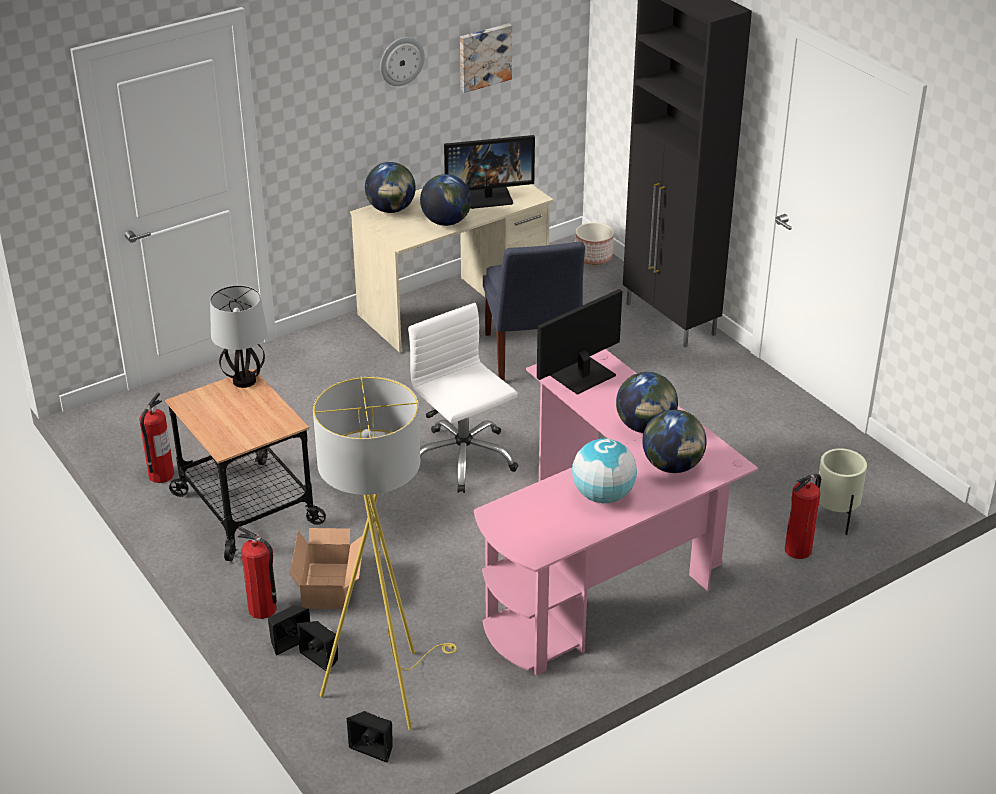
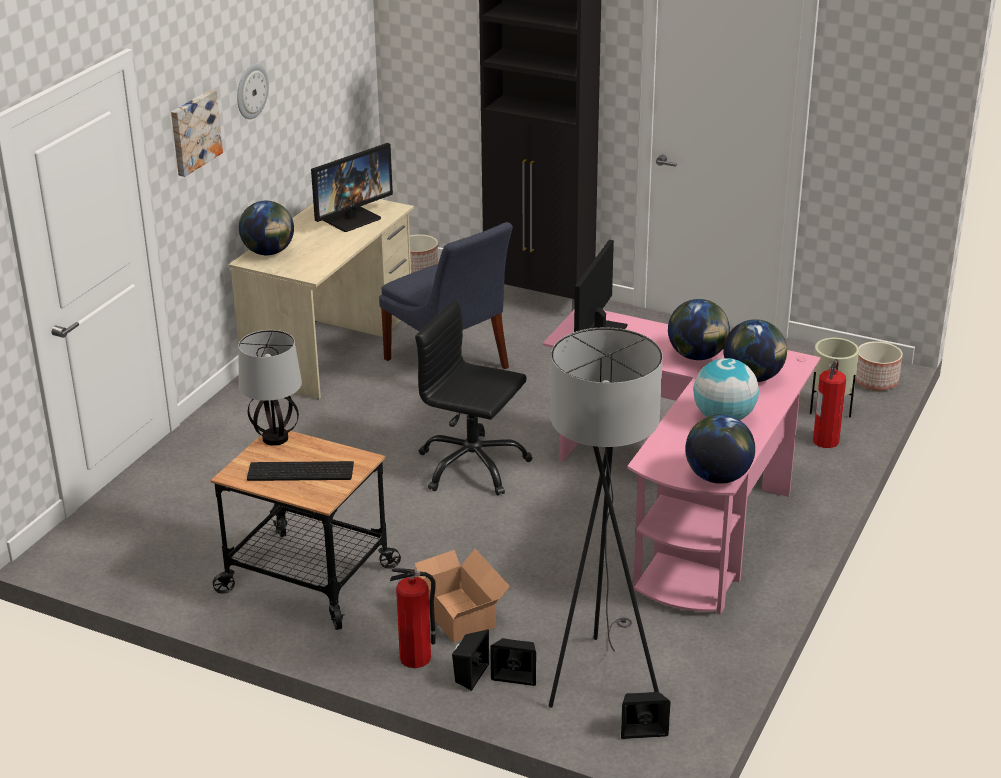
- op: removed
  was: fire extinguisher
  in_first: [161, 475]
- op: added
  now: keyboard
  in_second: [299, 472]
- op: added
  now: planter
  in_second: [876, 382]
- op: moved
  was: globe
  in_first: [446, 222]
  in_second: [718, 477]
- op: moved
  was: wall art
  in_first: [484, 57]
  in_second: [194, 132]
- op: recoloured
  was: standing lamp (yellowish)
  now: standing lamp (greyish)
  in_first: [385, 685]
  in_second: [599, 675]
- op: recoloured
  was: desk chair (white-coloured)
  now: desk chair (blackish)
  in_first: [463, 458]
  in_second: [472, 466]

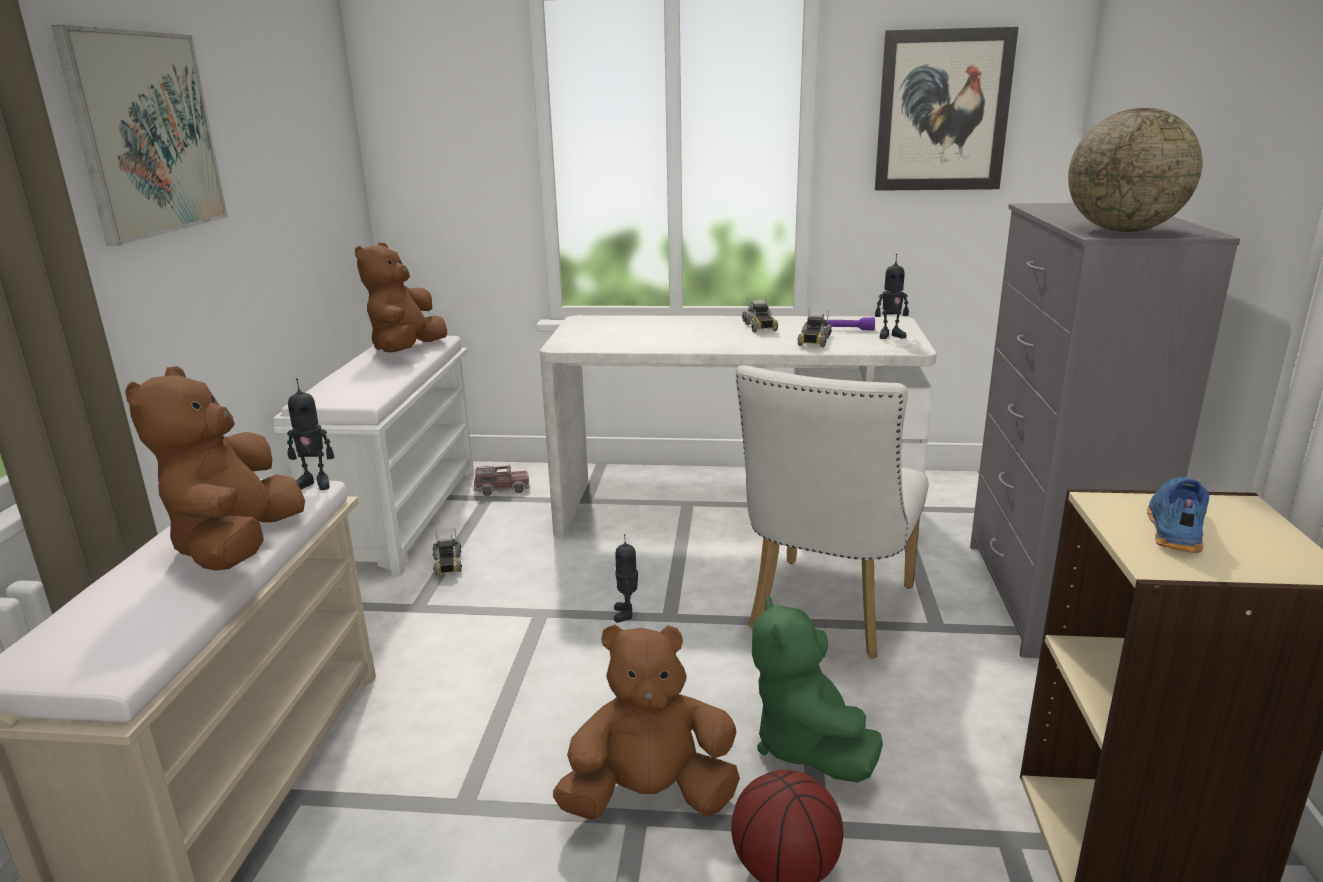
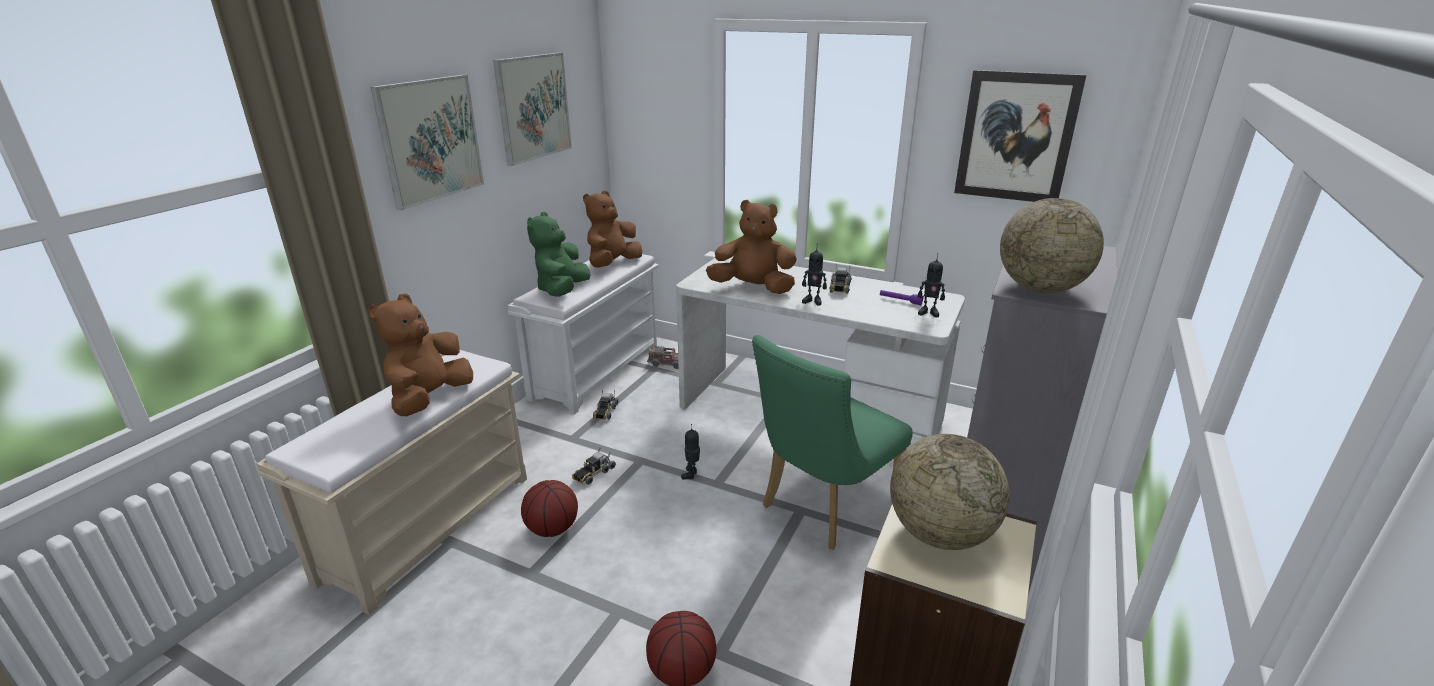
- op: added
  now: wall art
  in_second: [533, 107]
- op: added
  now: basketball ball
  in_second: [552, 528]
- op: moved
  was: robot figure
  in_first: [315, 484]
  in_second: [813, 301]
- op: moved
  was: plush toy (brown)
  in_first: [650, 797]
  in_second: [753, 288]
- op: moved
  was: plush toy (greenish)
  in_first: [806, 745]
  in_second: [562, 290]
- op: moved
  was: model truck
  in_first: [813, 341]
  in_second: [593, 474]
- op: replaced
  was: item of footwear (blue)
  now: globe
  in_first: [1173, 526]
  in_second: [939, 534]
- op: recoloured
  was: chair (white-coloured)
  now: chair (greenish)
  in_first: [826, 614]
  in_second: [822, 508]

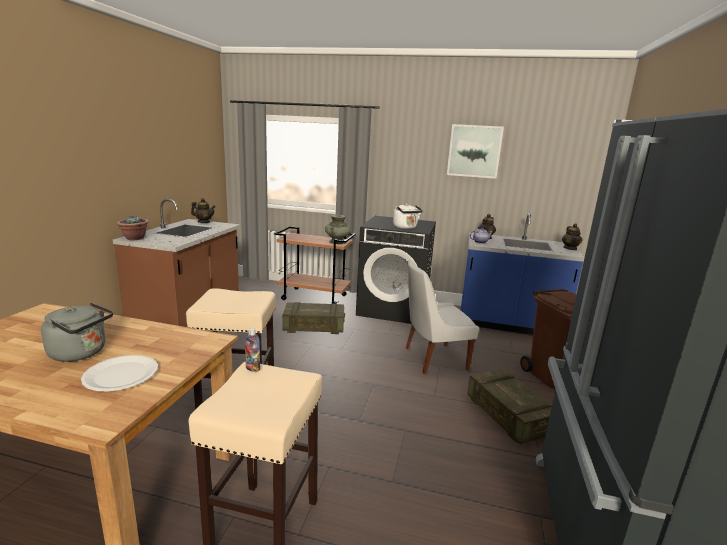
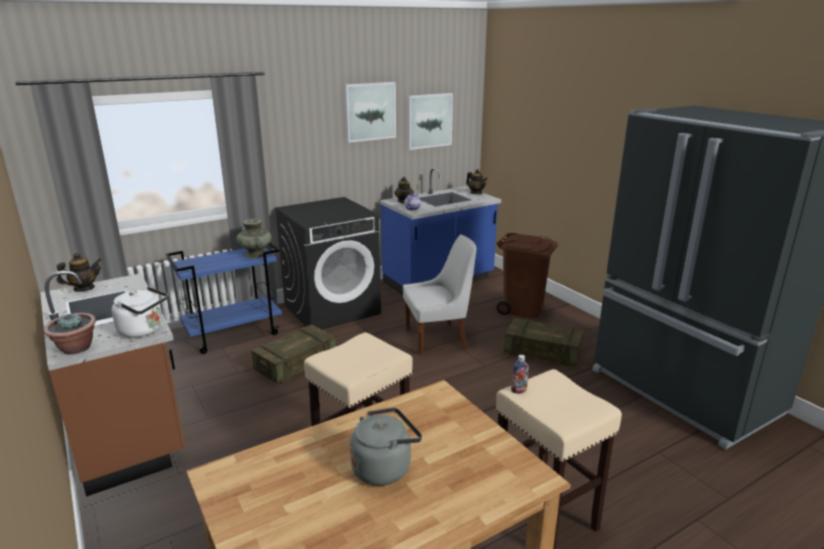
- op: removed
  was: dinner plate (white-coloured)
  in_first: [121, 374]
- op: added
  now: wall art
  in_second: [429, 121]
- op: moved
  was: water kettle (white-coloured)
  in_first: [405, 228]
  in_second: [144, 330]
- op: recoloured
  was: trolley (brown)
  now: trolley (blue)
  in_first: [315, 297]
  in_second: [234, 334]
- op: turned
  was: chair (white-coloured)
  in_first: [432, 359]
  in_second: [438, 338]
  clockwise: -135

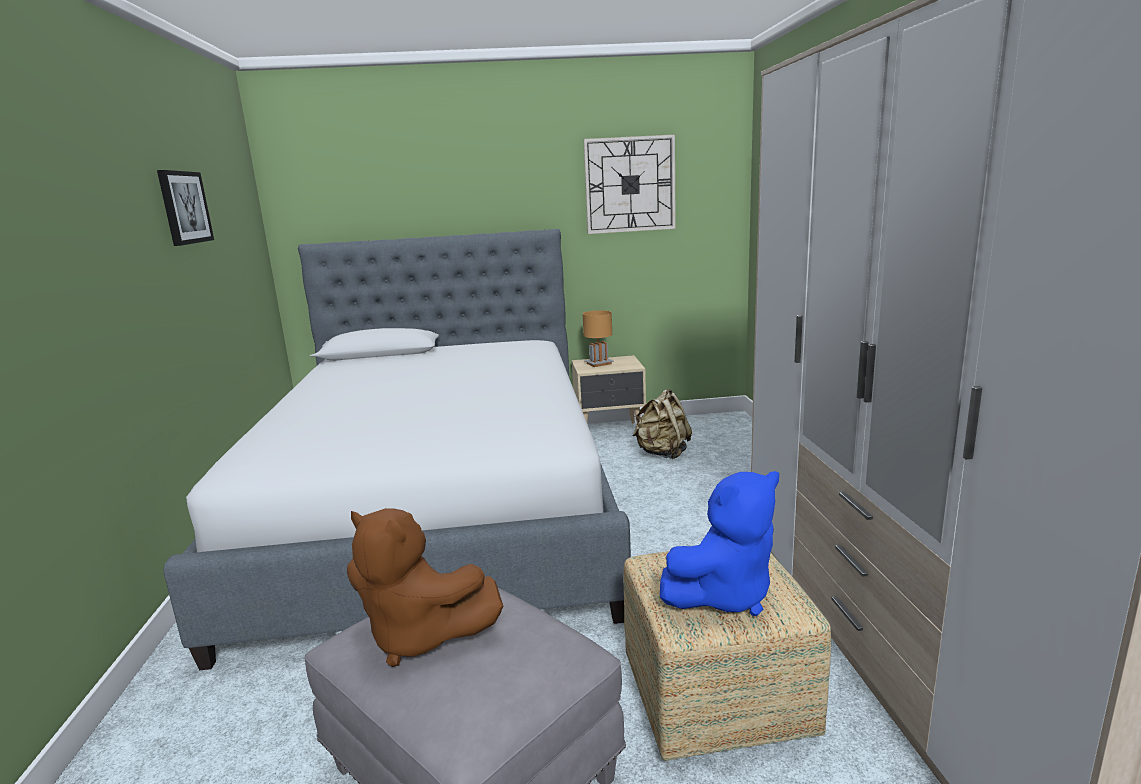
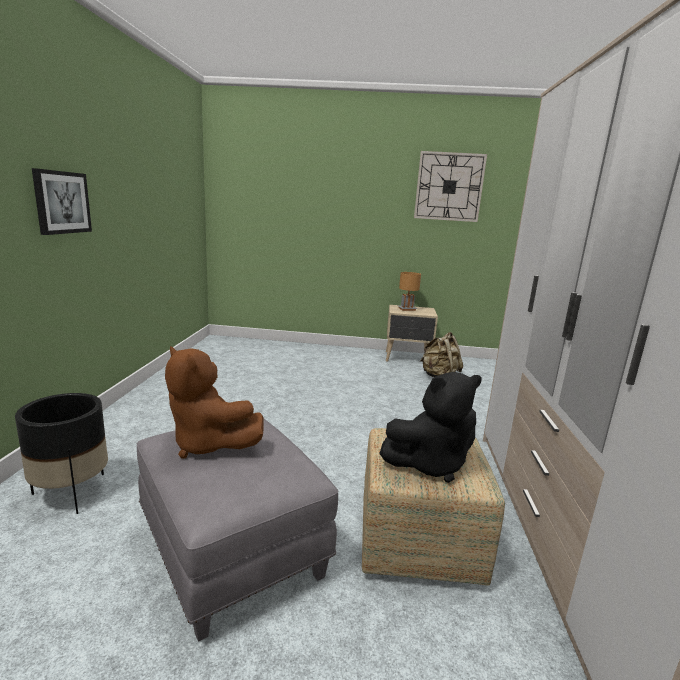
- op: removed
  was: sleeping bed
  in_first: [441, 511]
- op: added
  now: planter (blackish)
  in_second: [71, 493]
- op: moved
  was: wall art
  in_first: [184, 207]
  in_second: [61, 202]
- op: recoloured
  was: plush toy (blue)
  now: plush toy (blackish)
  in_first: [724, 595]
  in_second: [430, 464]

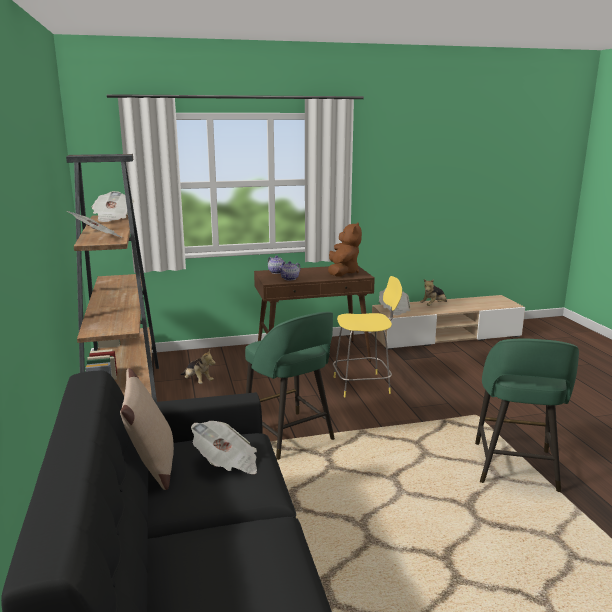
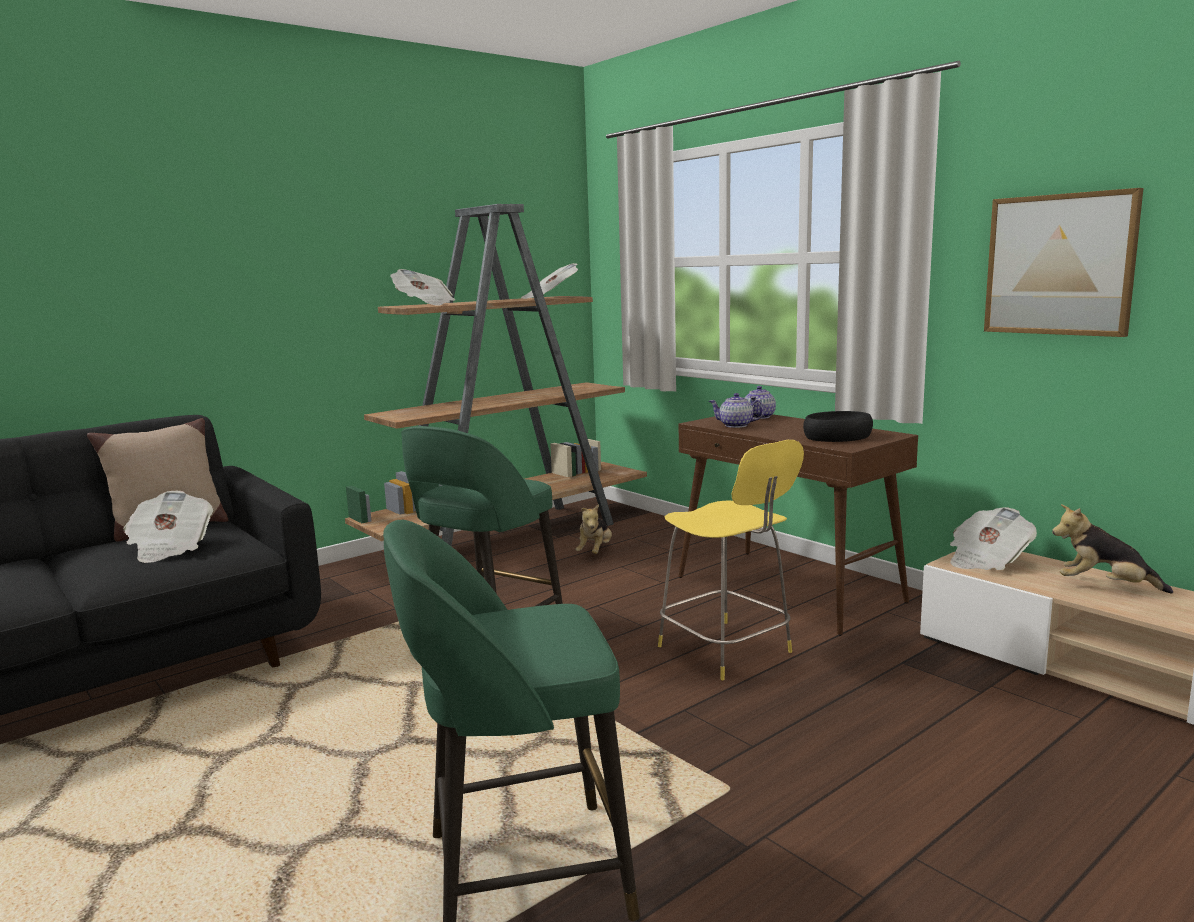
- op: added
  now: wall art
  in_second: [1059, 264]
- op: replaced
  was: plush toy (brown)
  now: serving bowl (blackish)
  in_first: [343, 272]
  in_second: [837, 437]

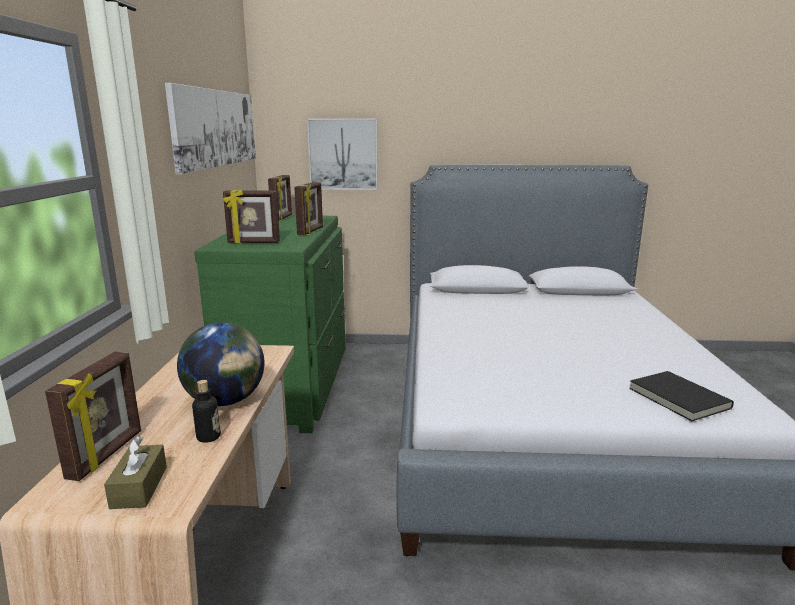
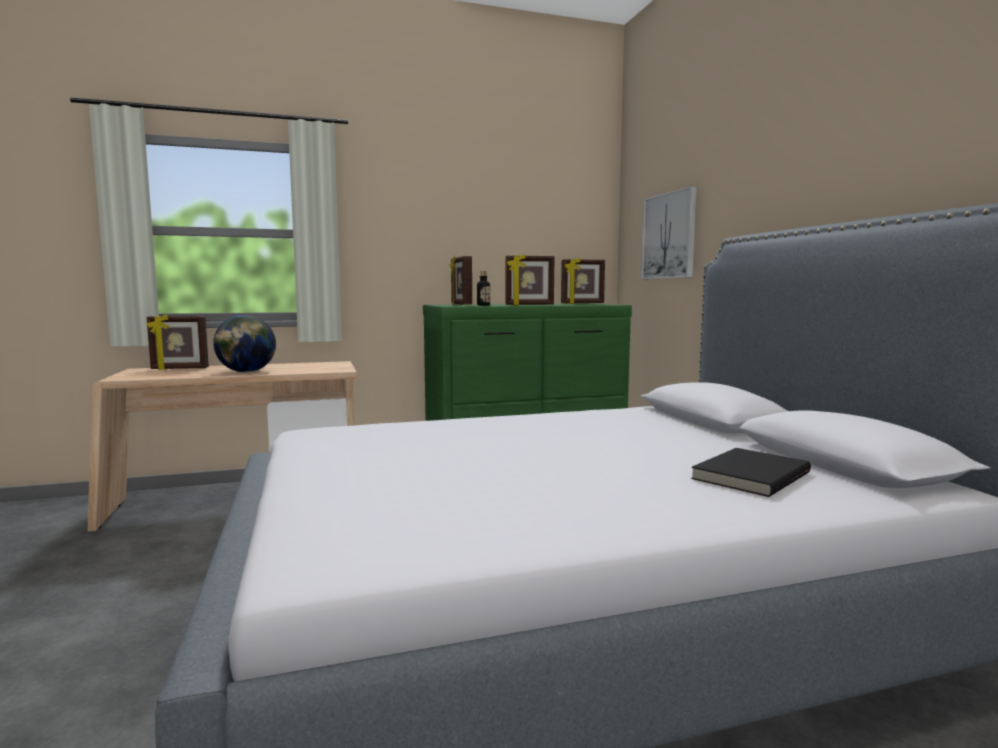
- op: removed
  was: box of tissues (brown)
  in_first: [139, 487]
- op: removed
  was: wall art
  in_first: [216, 128]
- op: moved
  was: bottle
  in_first: [208, 437]
  in_second: [483, 305]
- op: moved
  was: book (blackish)
  in_first: [677, 398]
  in_second: [748, 475]

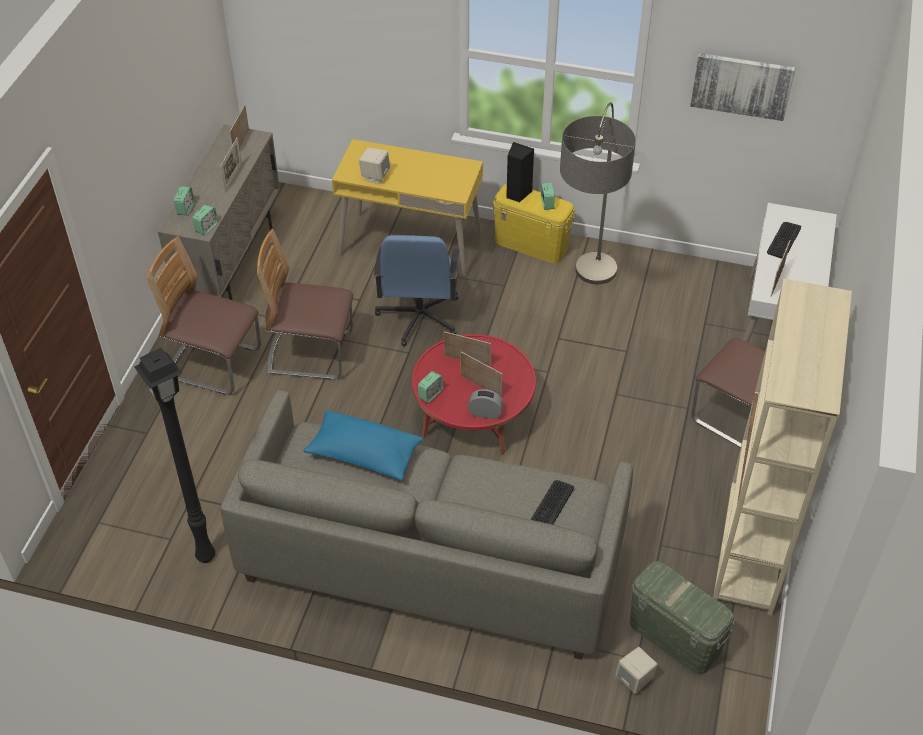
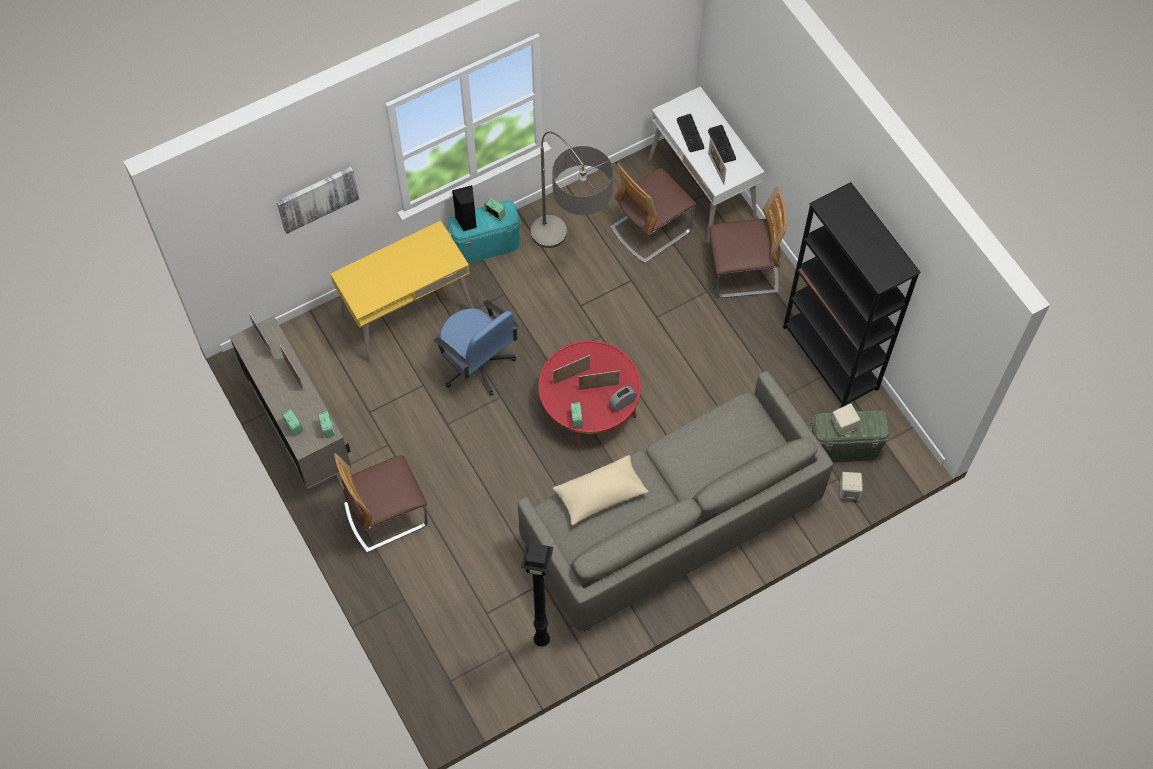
- op: moved
  was: chair
  in_first: [311, 353]
  in_second: [651, 229]
- op: moved
  was: audio speaker (beige-coloured)
  in_first: [375, 176]
  in_second: [843, 425]
- op: moved
  was: keyboard
  in_first: [551, 505]
  in_second: [721, 144]
- op: moved
  was: wall art
  in_first: [742, 85]
  in_second: [317, 198]
- op: recoloured
  was: throw pillow (blue)
  now: throw pillow (beige-coloured)
  in_first: [364, 454]
  in_second: [600, 495]
- op: recoloured
  was: storage bin (yellowish)
  now: storage bin (blue-green)
  in_first: [532, 244]
  in_second: [486, 245]
- op: recoloured
  was: shelving unit (beige-coloured)
  now: shelving unit (blackish)
  in_first: [750, 550]
  in_second: [830, 358]

